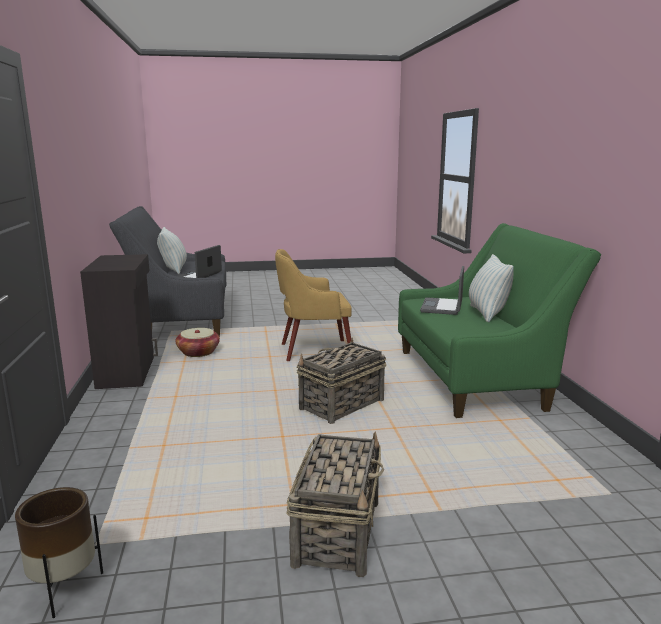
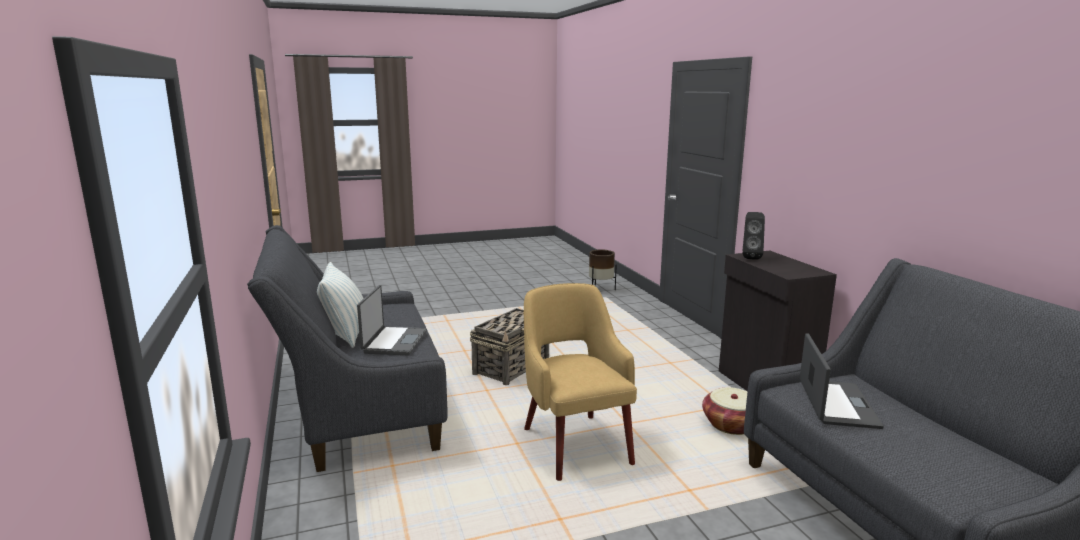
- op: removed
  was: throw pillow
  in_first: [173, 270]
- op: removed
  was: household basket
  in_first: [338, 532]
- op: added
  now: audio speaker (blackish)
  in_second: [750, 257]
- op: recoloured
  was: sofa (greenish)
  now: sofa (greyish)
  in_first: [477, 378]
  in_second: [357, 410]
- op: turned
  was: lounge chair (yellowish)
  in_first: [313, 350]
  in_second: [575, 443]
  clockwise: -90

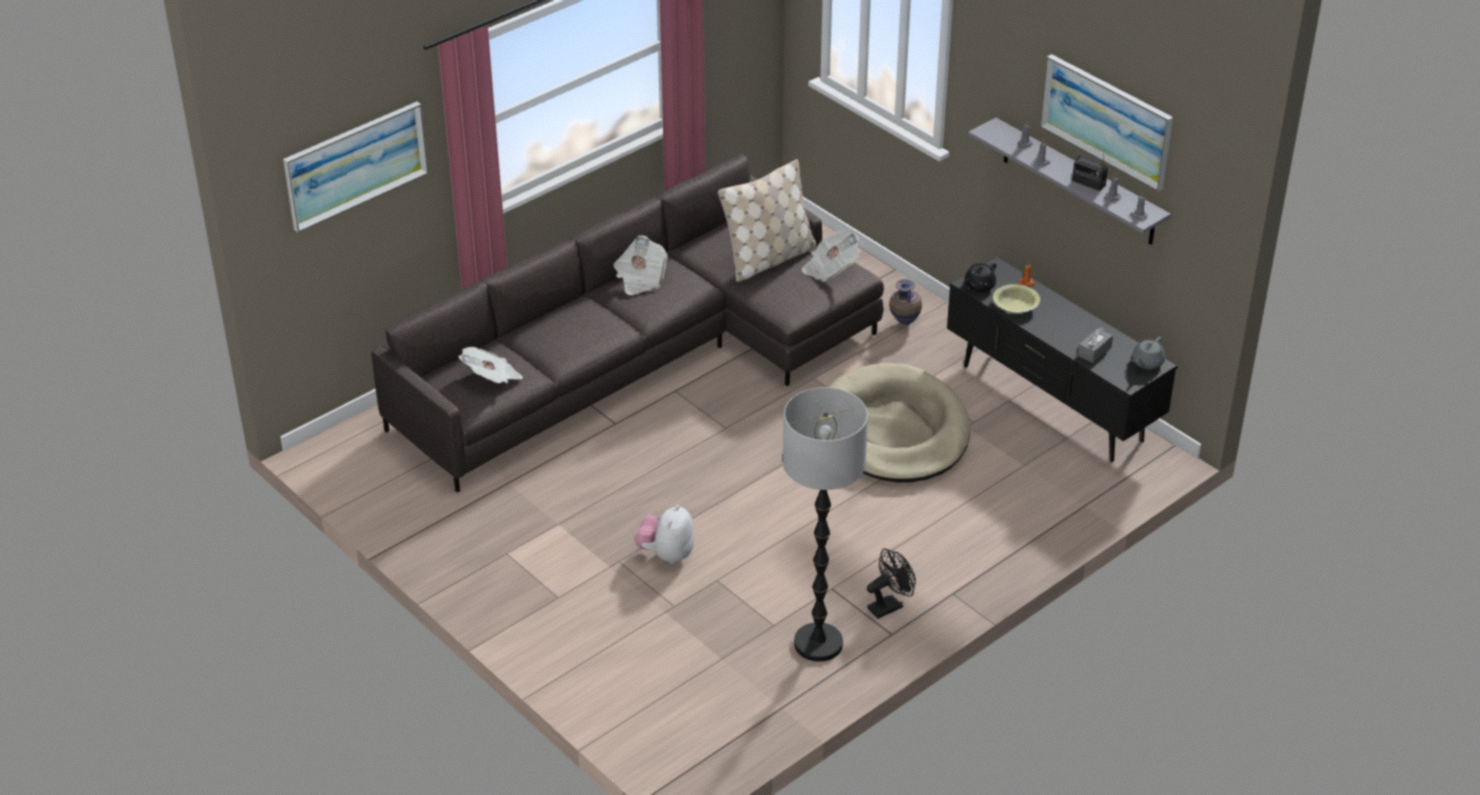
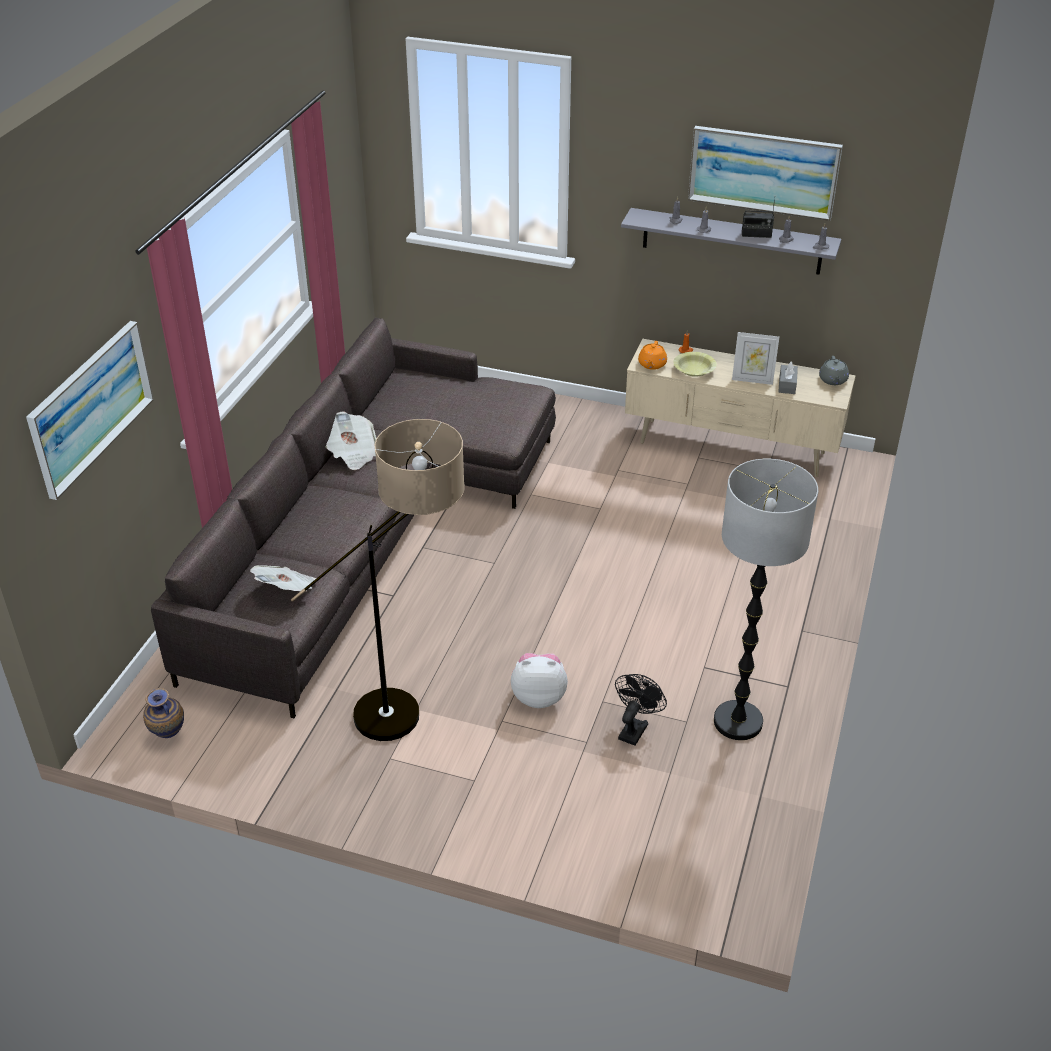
- op: removed
  was: throw pillow (beige-coloured)
  in_first: [768, 259]
- op: removed
  was: daily paper
  in_first: [830, 268]
- op: removed
  was: dog cushion (beige-coloured)
  in_first: [893, 431]
- op: added
  now: standing lamp
  in_second: [413, 712]
- op: added
  now: standing frame
  in_second: [752, 380]
- op: moved
  was: fan (blackish)
  in_first: [889, 605]
  in_second: [635, 728]
- op: moved
  was: vase
  in_first: [903, 324]
  in_second: [168, 737]
- op: recoloured
  was: media console (blackish)
  now: media console (beige-coloured)
  in_first: [1051, 404]
  in_second: [731, 449]
- op: recoloured
  was: teapot (blackish)
  now: teapot (orangey)
  in_first: [979, 286]
  in_second: [652, 364]
- op: turned
  was: plush toy
  in_first: [666, 554]
  in_second: [539, 696]
  clockwise: 105

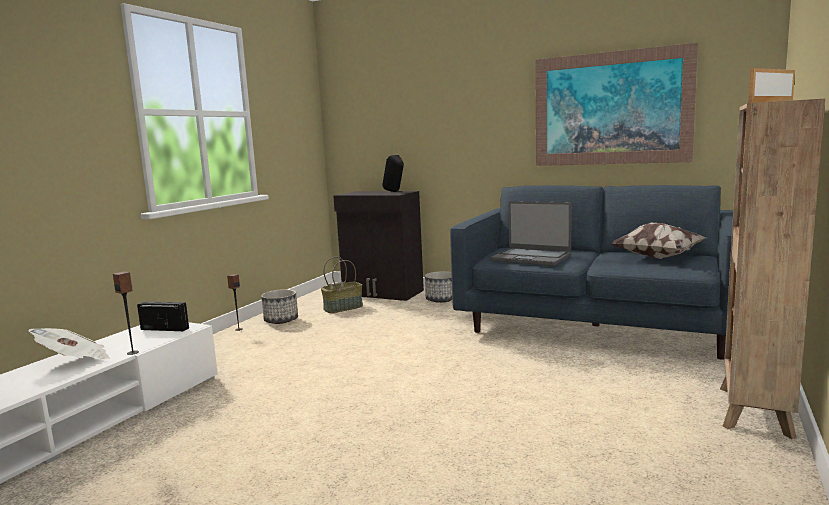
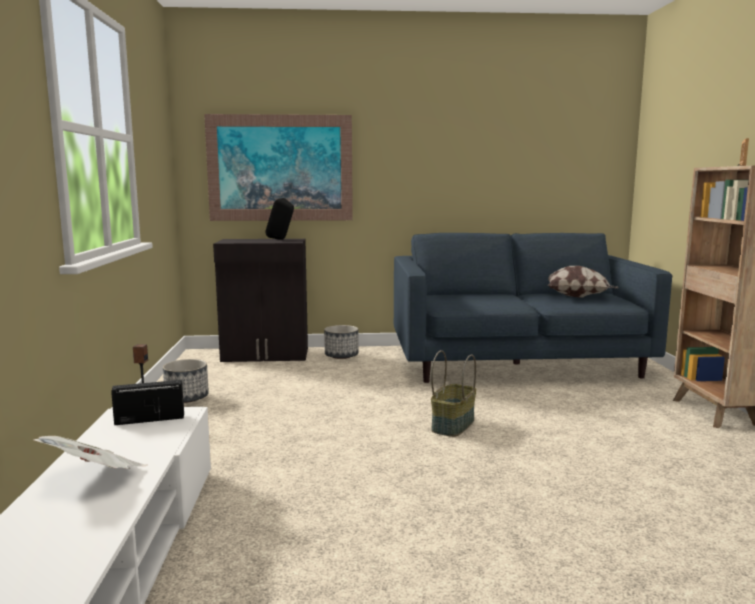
- op: removed
  was: audio speaker
  in_first: [133, 352]
- op: removed
  was: portable computer
  in_first: [531, 258]
- op: moved
  was: household basket
  in_first: [343, 308]
  in_second: [452, 425]
- op: moved
  was: wall art
  in_first: [611, 108]
  in_second: [280, 168]

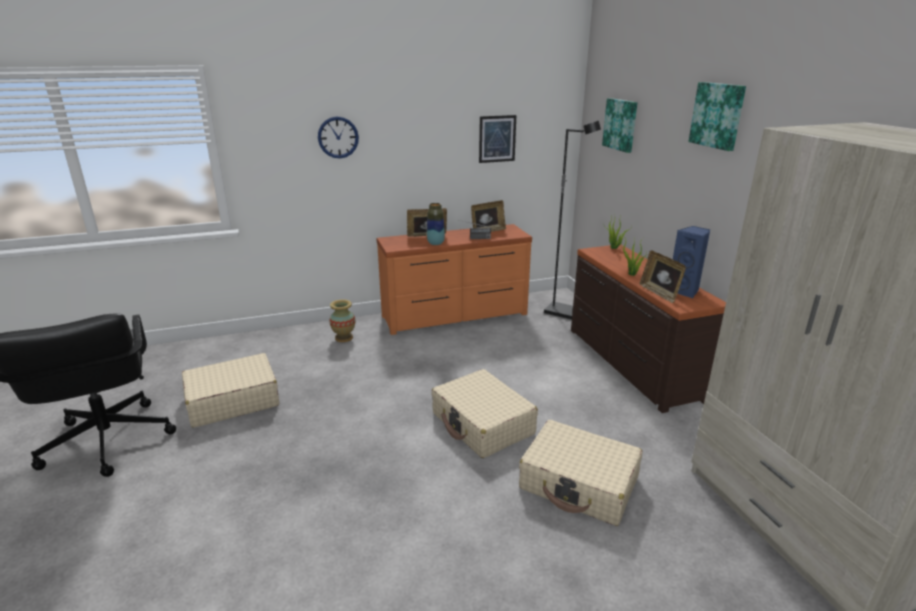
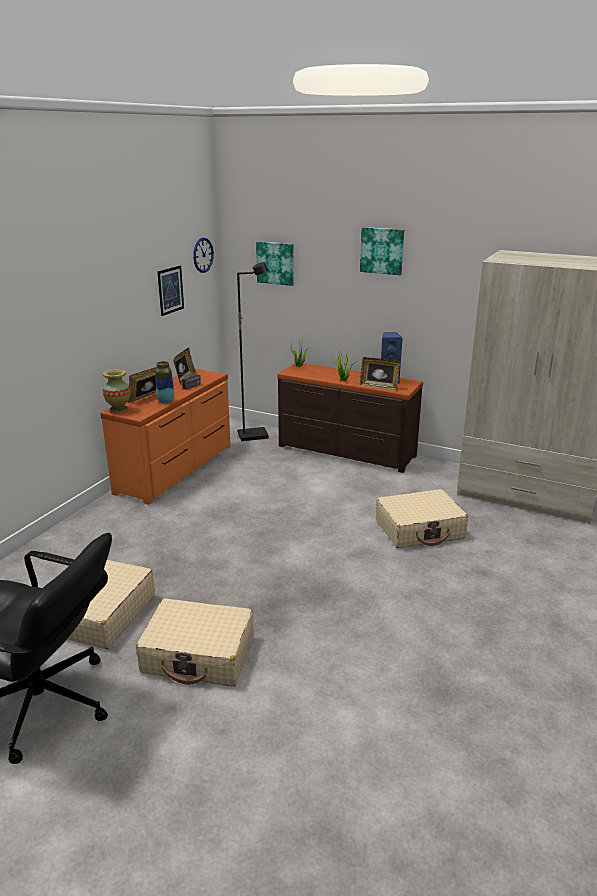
- op: moved
  was: clock on the wall
  in_first: [338, 137]
  in_second: [203, 255]
- op: moved
  was: vase
  in_first: [344, 338]
  in_second: [119, 410]
- op: moved
  was: suitcase (beige-coloured)
  in_first: [482, 424]
  in_second: [199, 655]

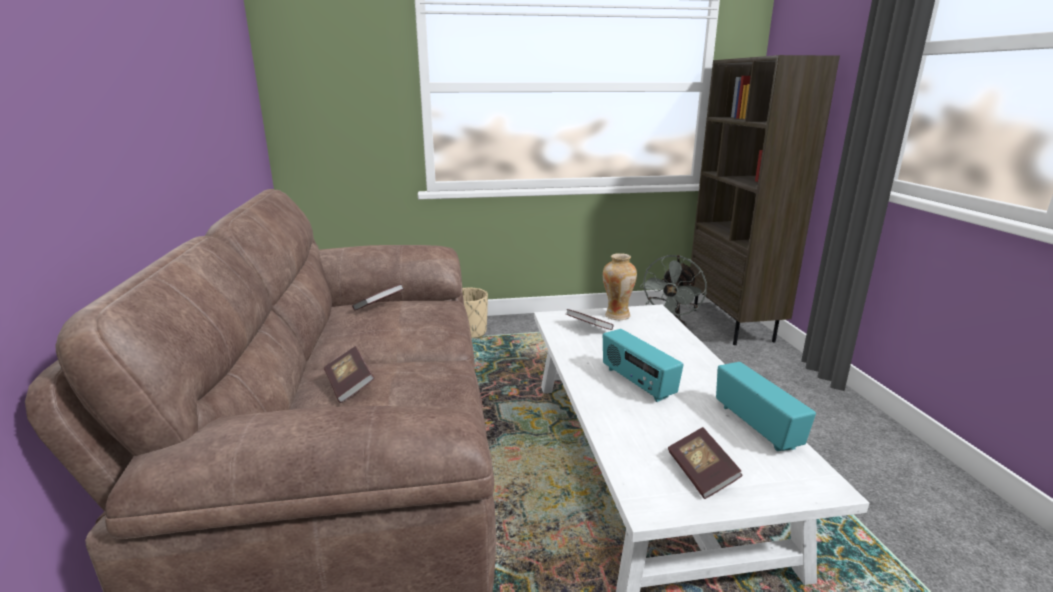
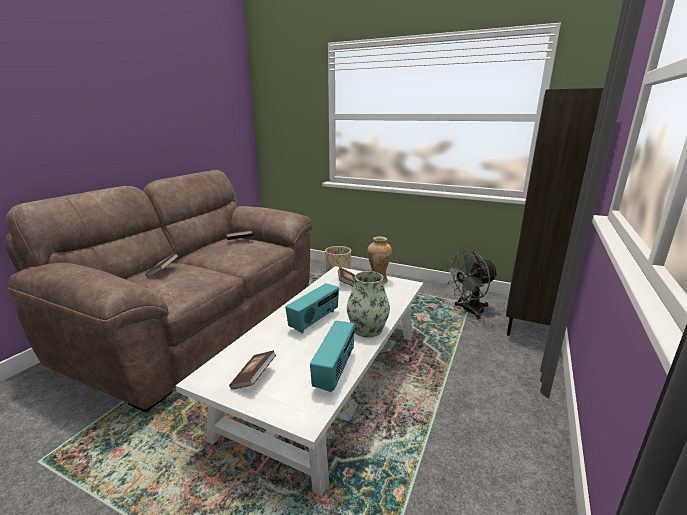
- op: added
  now: vase
  in_second: [367, 329]
- op: turned
  was: radio
  in_first: [637, 383]
  in_second: [314, 320]
  clockwise: -150

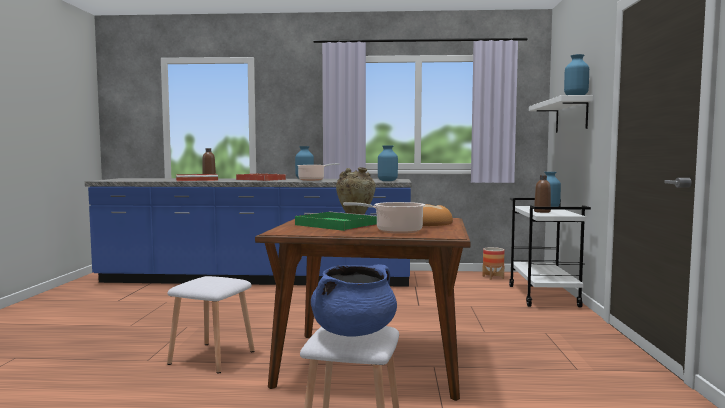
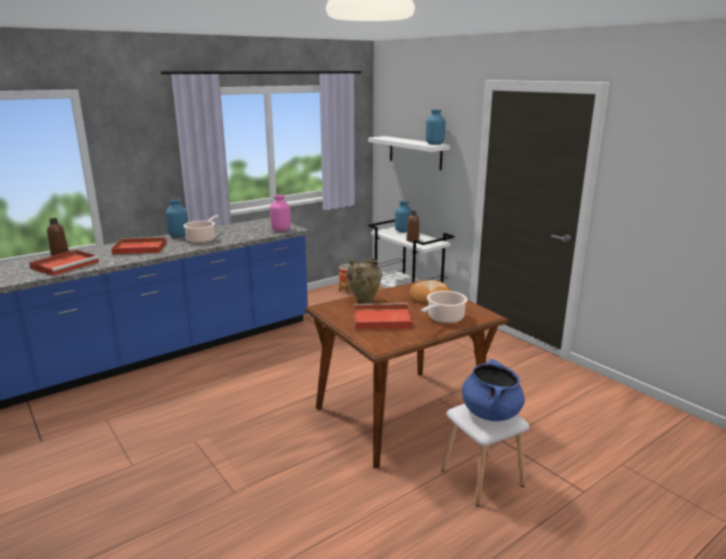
- op: removed
  was: stool (white-coloured)
  in_first: [212, 357]
- op: recoloured
  was: serving tray (greenish)
  now: serving tray (reddish)
  in_first: [334, 224]
  in_second: [381, 319]
- op: recoloured
  was: vase (blue)
  now: vase (pink)
  in_first: [388, 181]
  in_second: [281, 230]

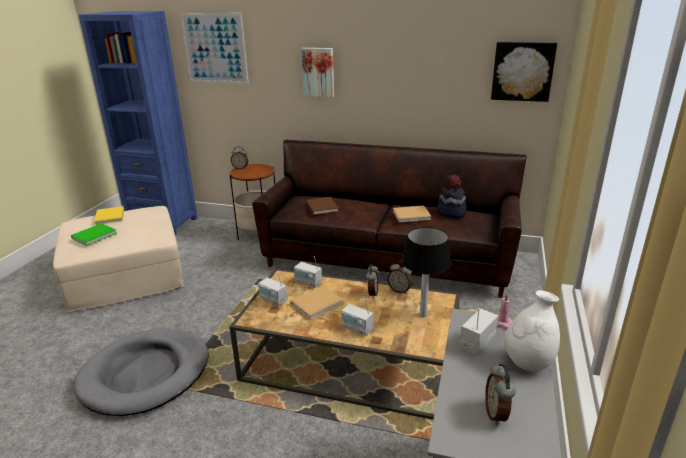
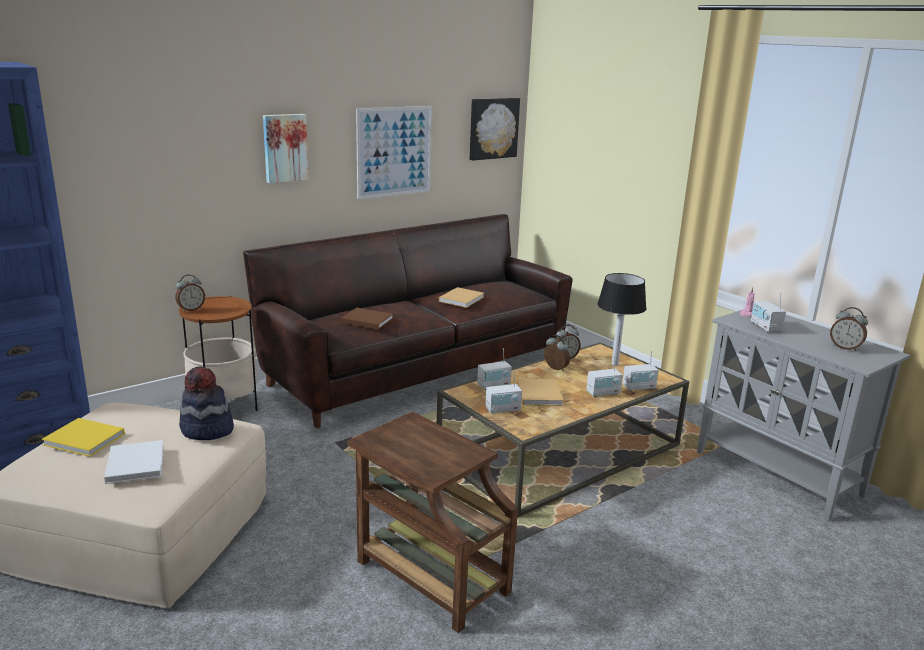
- op: removed
  was: vase (white-coloured)
  in_first: [528, 363]
- op: added
  now: radio
  in_second: [639, 387]
- op: moved
  was: wall art
  in_first: [215, 48]
  in_second: [394, 151]
- op: moved
  was: clothing hat
  in_first: [451, 212]
  in_second: [207, 430]
- op: replaced
  was: dog cushion (greyish)
  now: side table (brown)
  in_first: [146, 374]
  in_second: [429, 575]
- op: recoloured
  was: book (greenish)
  now: book (white-coloured)
  in_first: [95, 235]
  in_second: [136, 463]

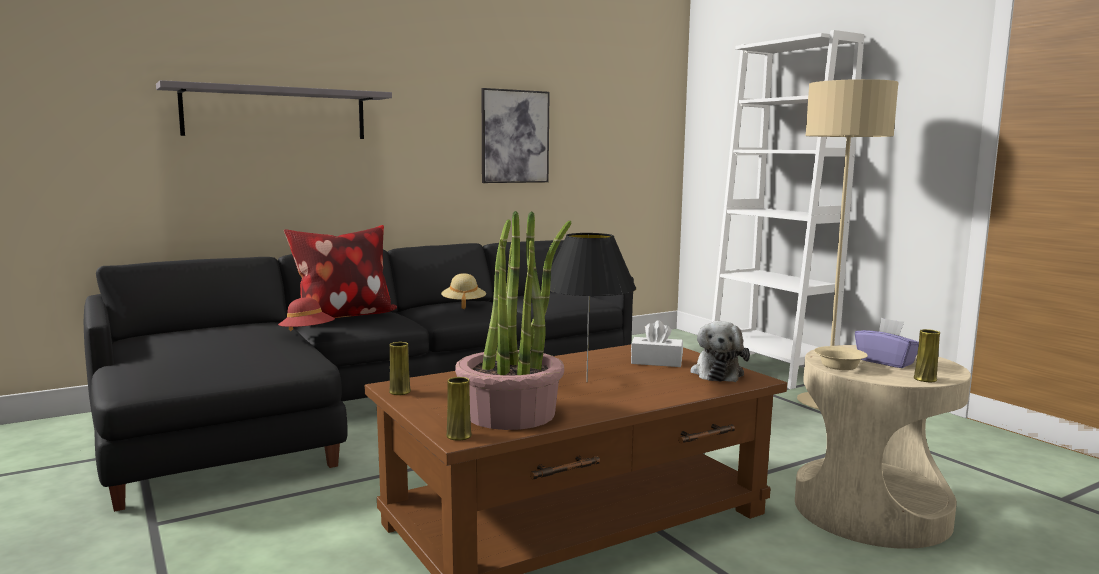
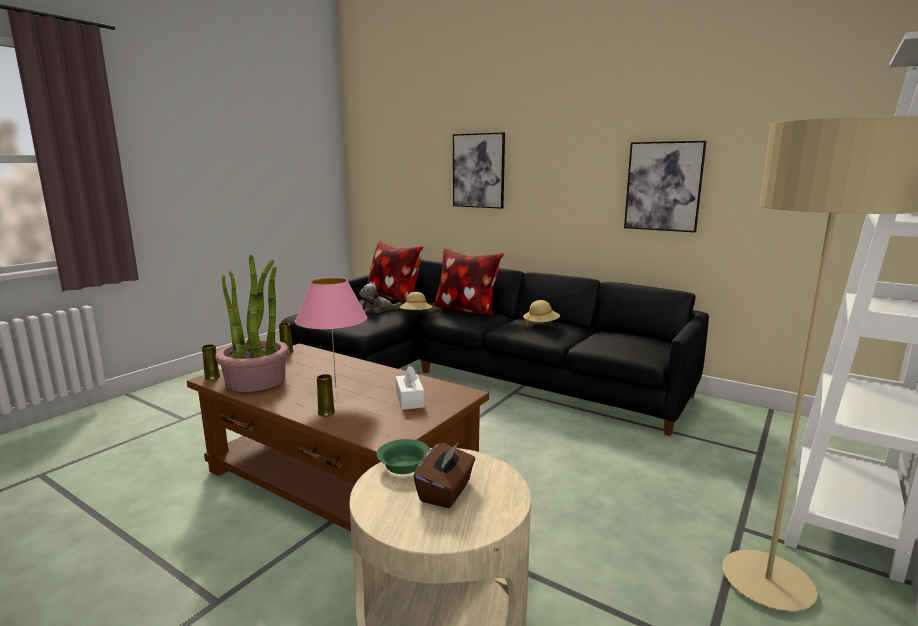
- op: added
  now: throw pillow
  in_second: [393, 298]
- op: moved
  was: plush toy
  in_first: [717, 372]
  in_second: [378, 310]
- op: moved
  was: vase (yellowish)
  in_first: [925, 379]
  in_second: [326, 412]
- op: replaced
  was: bracket shelf (greyish)
  now: wall art
  in_first: [276, 113]
  in_second: [478, 170]
- op: recoloured
  was: clothing hat (reddish)
  now: clothing hat (beige-coloured)
  in_first: [307, 334]
  in_second: [416, 315]
- op: recoloured
  was: tabletop lamp (blackish)
  now: tabletop lamp (pink)
  in_first: [587, 382]
  in_second: [336, 387]
- op: recoloured
  was: serving bowl (beige-coloured)
  now: serving bowl (greenish)
  in_first: [840, 366]
  in_second: [405, 466]
- op: recoloured
  was: box of tissues (purple)
  now: box of tissues (brown)
  in_first: [886, 362]
  in_second: [446, 491]

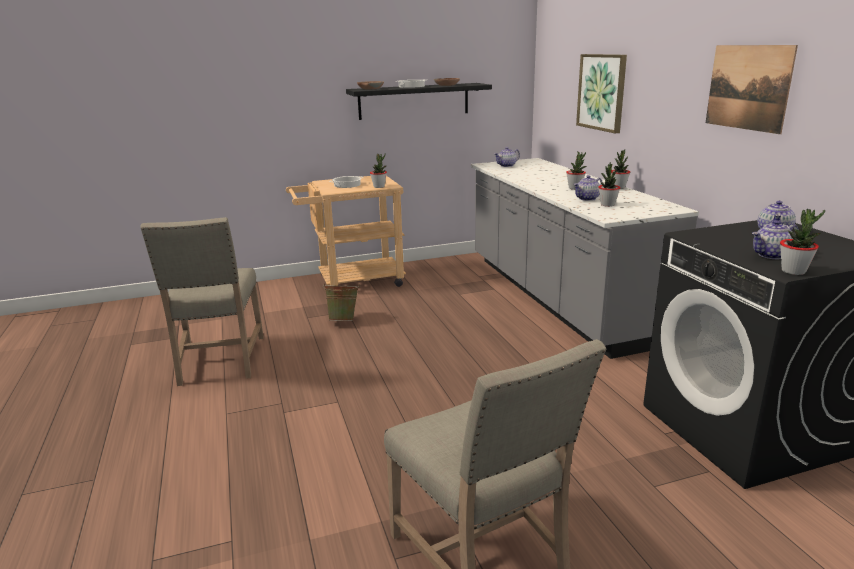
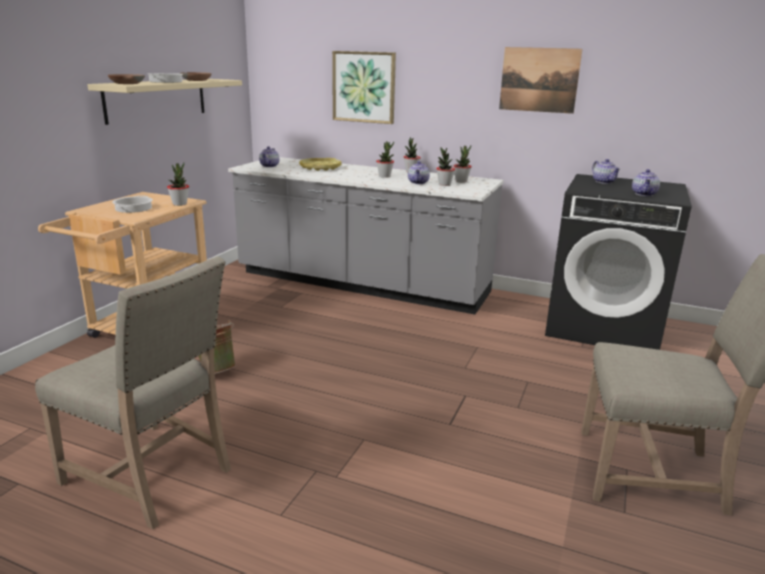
- op: added
  now: serving tray (yellowish)
  in_second: [320, 168]
- op: moved
  was: potted plant
  in_first: [793, 271]
  in_second: [461, 181]
- op: recoloured
  was: bracket shelf (blackish)
  now: bracket shelf (beige-coloured)
  in_first: [414, 101]
  in_second: [157, 99]

